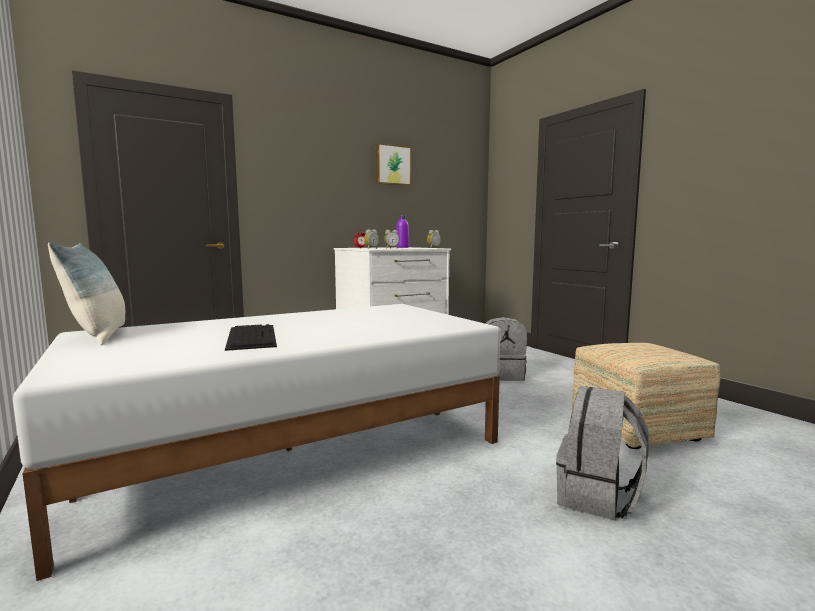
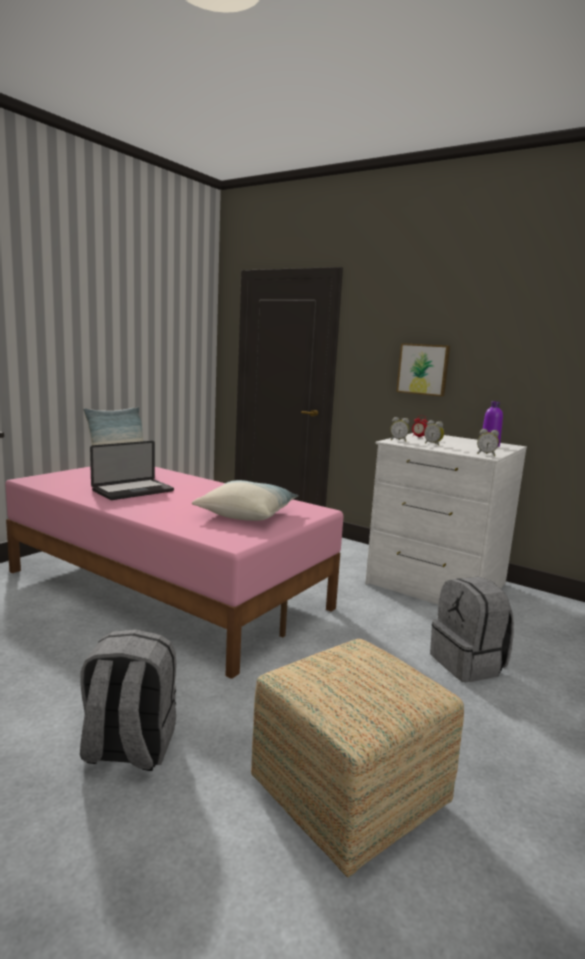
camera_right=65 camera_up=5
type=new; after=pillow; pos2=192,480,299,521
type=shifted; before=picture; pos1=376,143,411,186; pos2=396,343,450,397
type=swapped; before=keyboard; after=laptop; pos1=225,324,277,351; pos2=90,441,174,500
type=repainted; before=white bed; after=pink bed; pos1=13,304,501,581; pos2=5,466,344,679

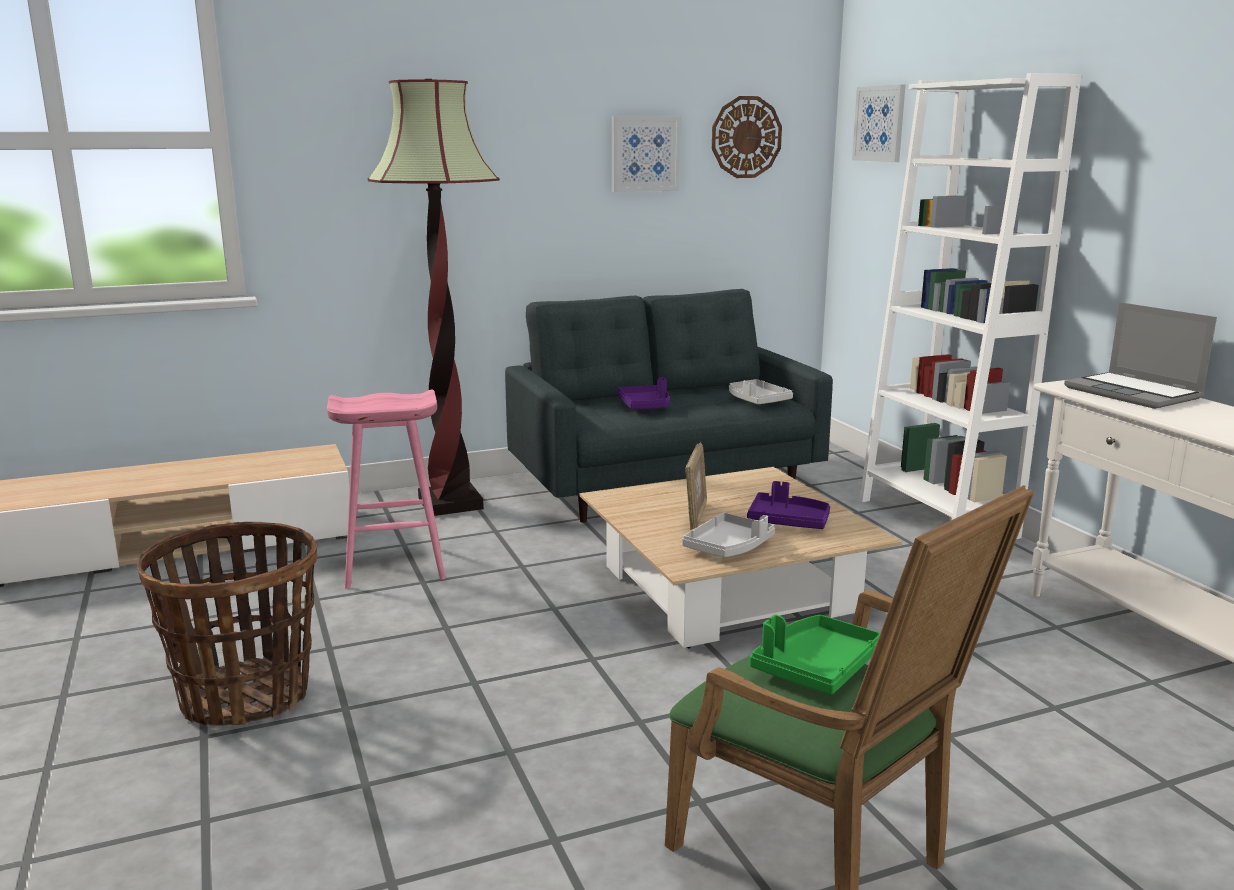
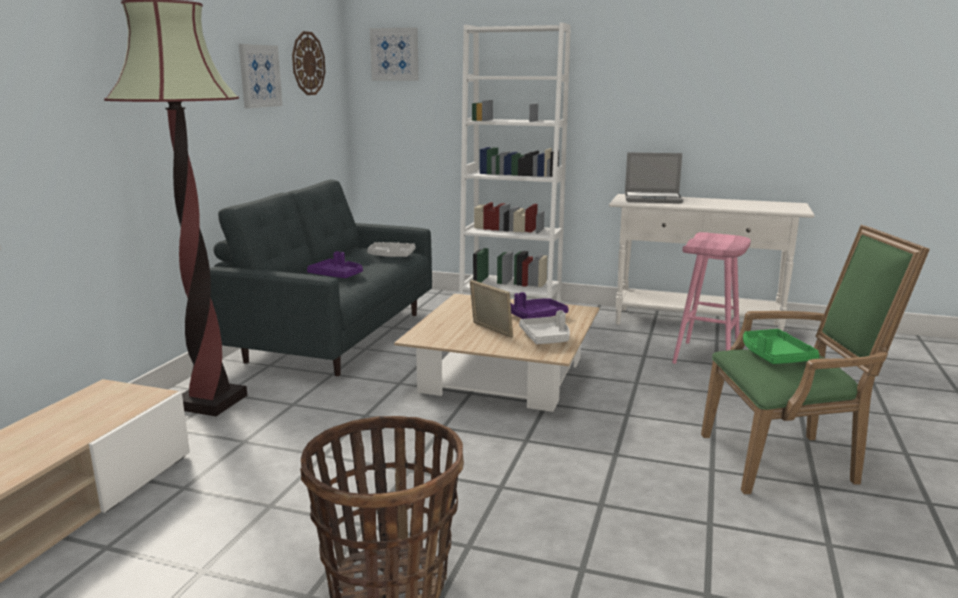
camera_right=-50 camera_up=0
type=shifted; before=pink stool; pos1=327,390,445,589; pos2=672,232,751,364

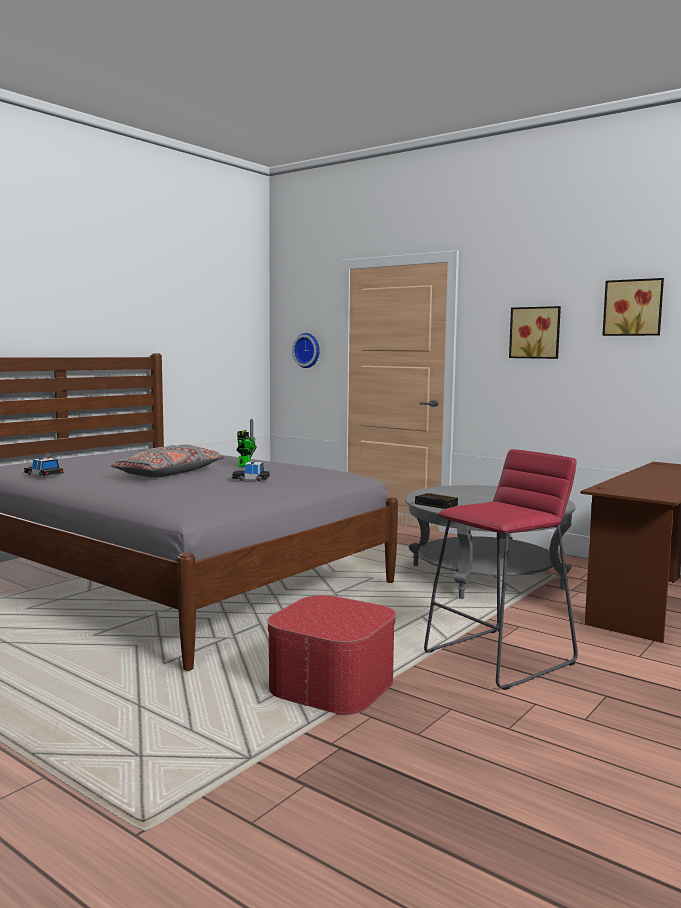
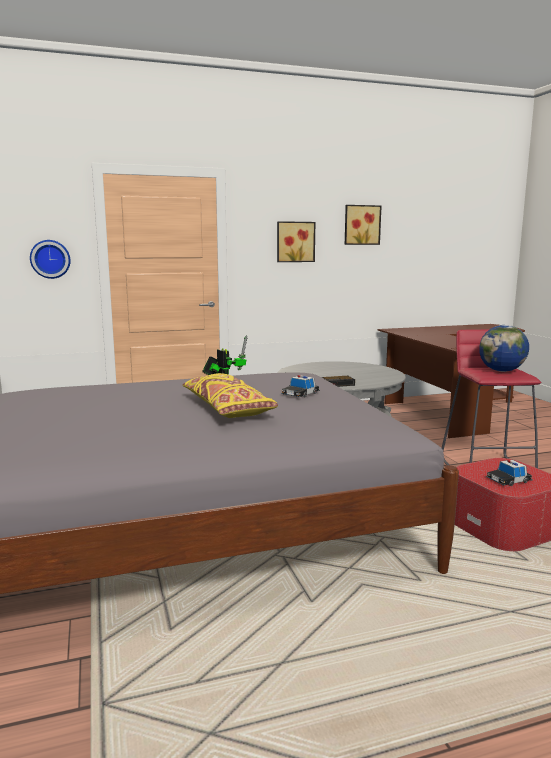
camera_right=-55 camera_up=5
type=new; after=globe; pos2=479,325,529,372
type=shifted; before=toy car; pos1=23,457,64,477; pos2=486,460,533,486
type=repainted; before=grey pillow; after=yellow pillow; pos1=111,445,225,477; pos2=183,373,278,418

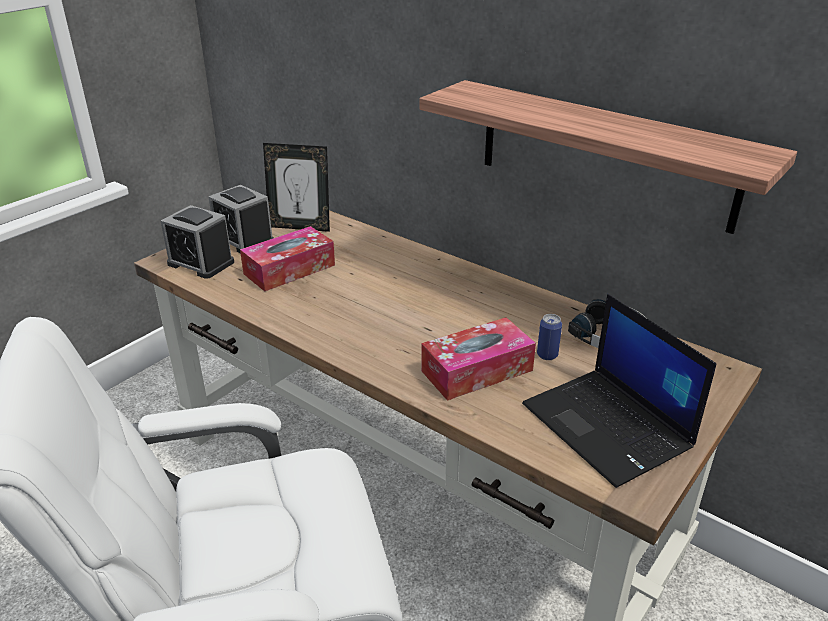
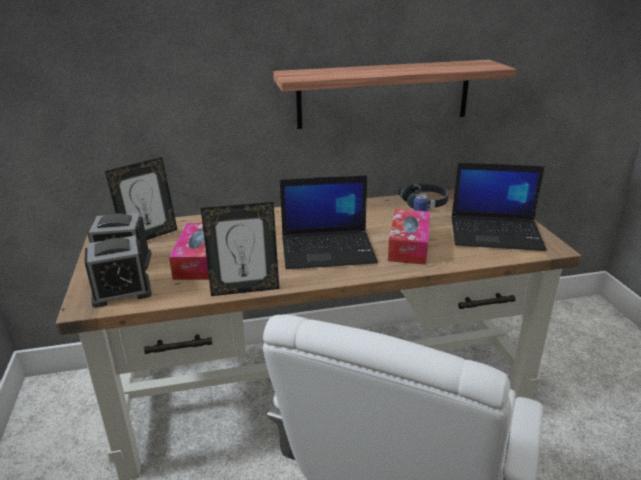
camera_right=-50 camera_up=-5
type=new; after=picture frame; pos2=201,202,279,296
type=new; after=laptop; pos2=280,175,378,269

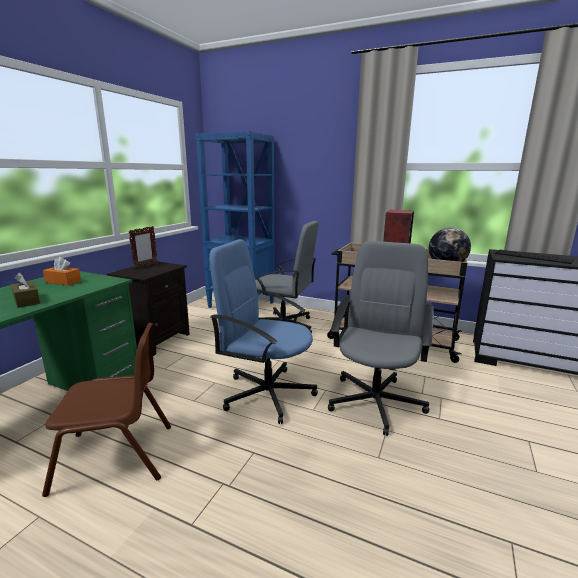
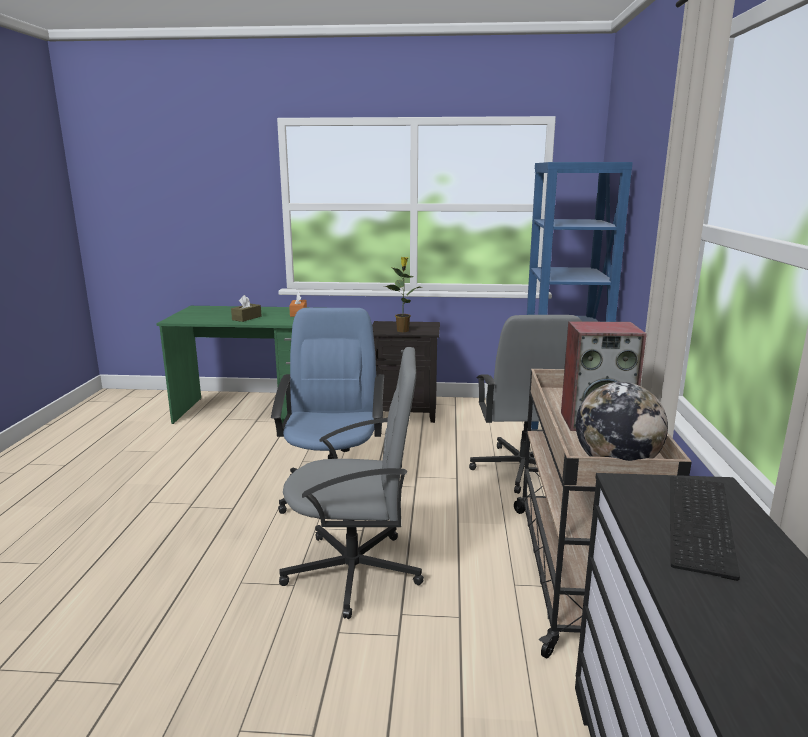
camera_right=70 camera_up=0
type=gone; before=brown chair; pos1=42,323,171,497
type=gone; before=picture frame; pos1=129,226,157,269
type=new; after=potted plant; pos2=384,257,421,332

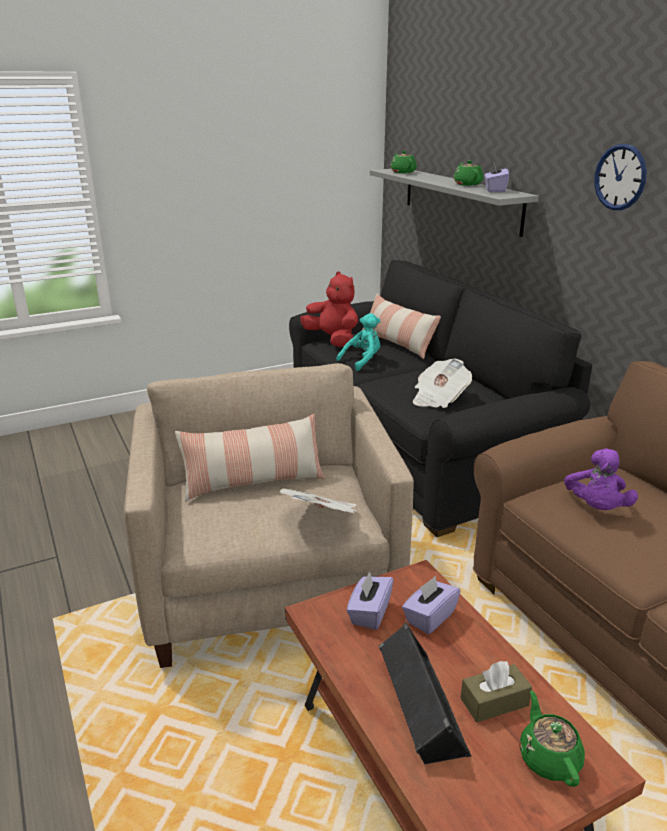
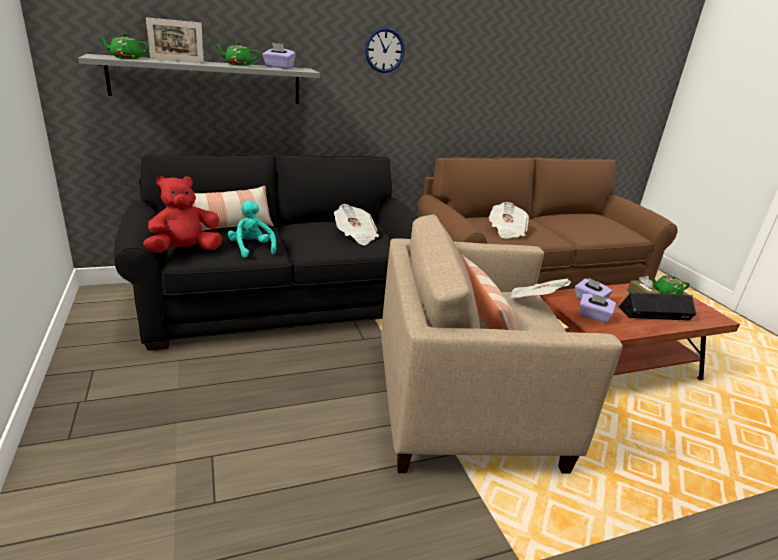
camera_right=-85 camera_up=0
type=new; after=picture frame; pos2=146,17,204,63
type=swapped; before=purple plush toy; after=newspaper; pos1=564,448,638,510; pos2=489,202,529,239

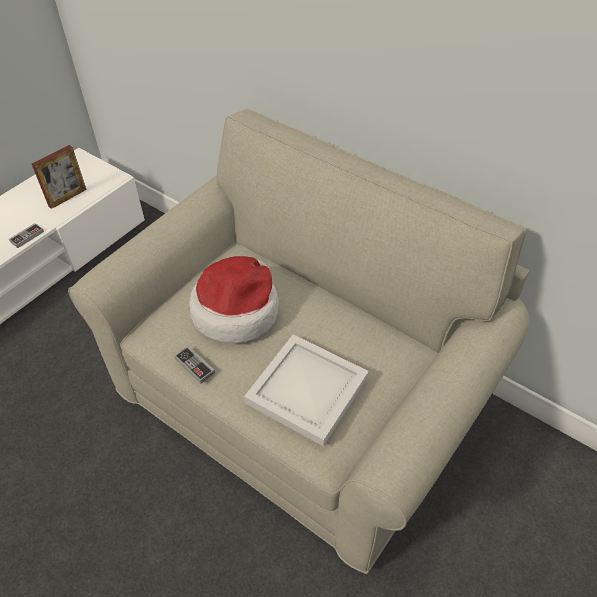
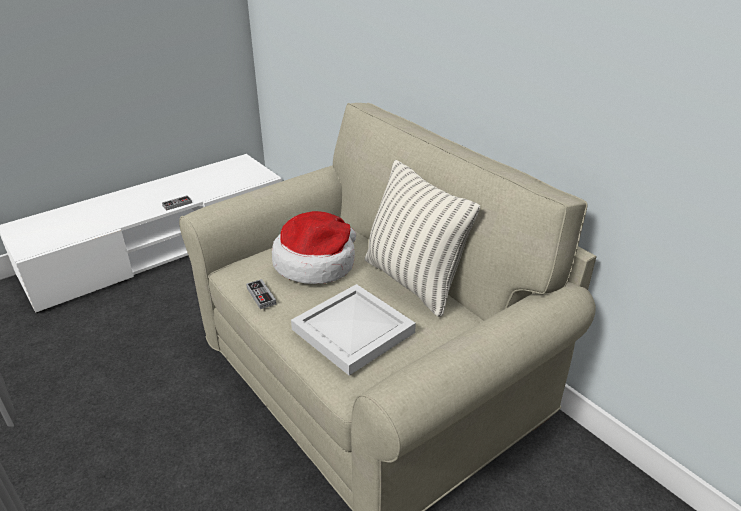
camera_right=15 camera_up=-15
type=gone; before=picture frame; pos1=32,145,87,209
type=new; after=pillow; pos2=365,160,480,317

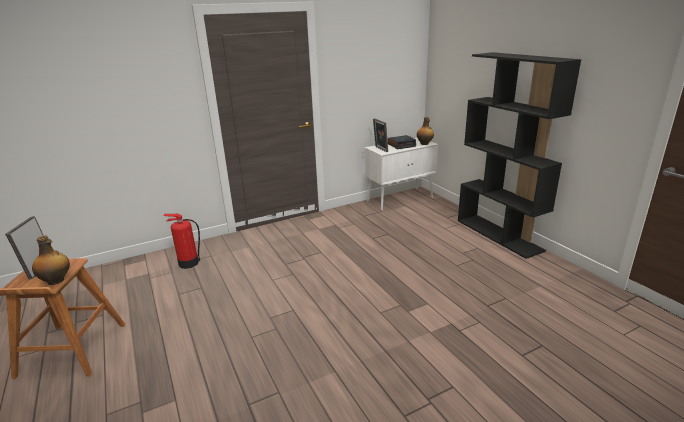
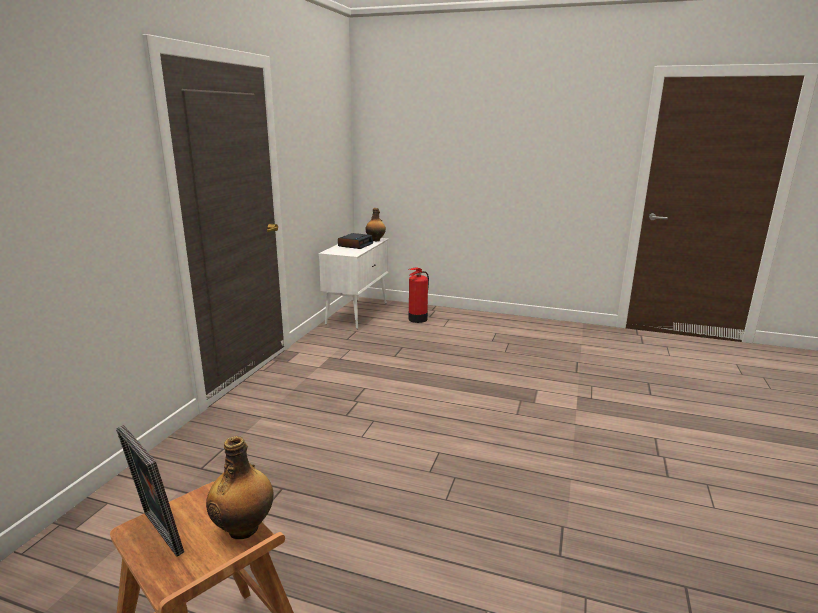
camera_right=-45 camera_up=-5
type=gone; before=picture frame; pos1=373,118,388,152
type=gone; before=black bookcase; pos1=458,52,581,259
type=shifted; before=fire extinguisher; pos1=163,214,200,269; pos2=408,267,429,323

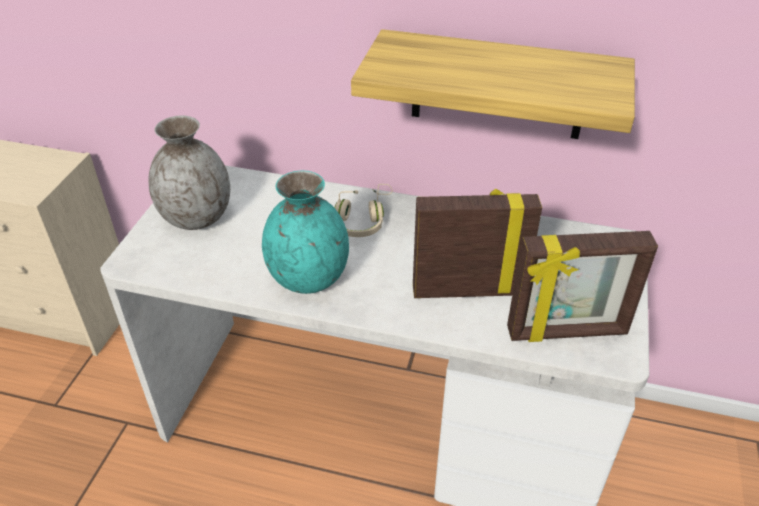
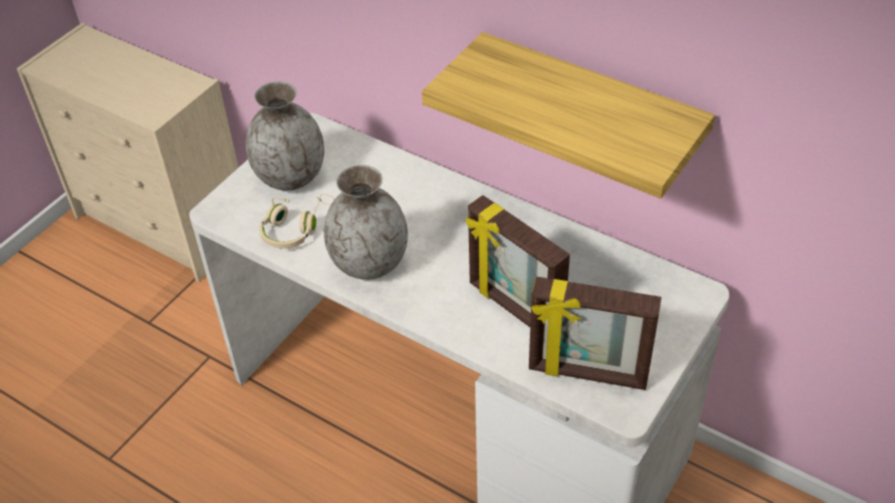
camera_right=20 camera_up=5
type=shifted; before=beige headphones; pos1=335,184,393,237; pos2=259,194,335,249
type=repainted; before=turquoise vase; after=grey vase; pos1=262,171,349,294; pos2=324,165,408,280
type=rotated; before=picture frame; pos1=413,189,542,298; pos2=466,195,570,327; turn=-150

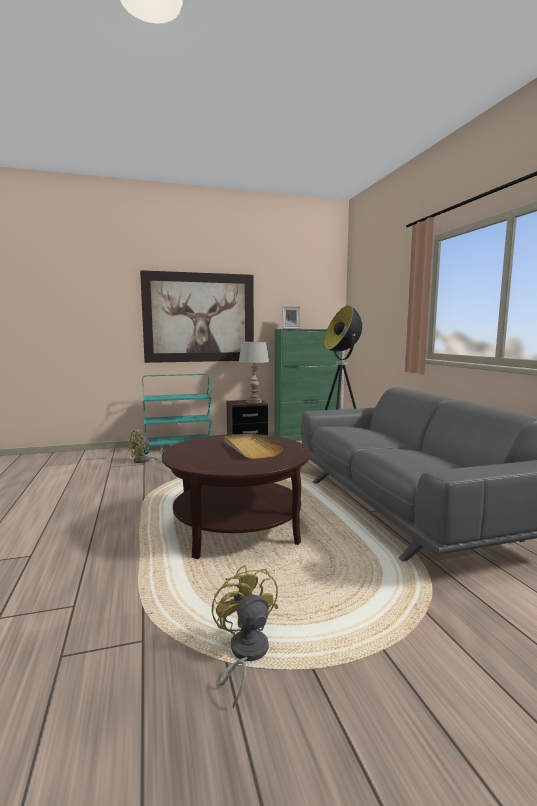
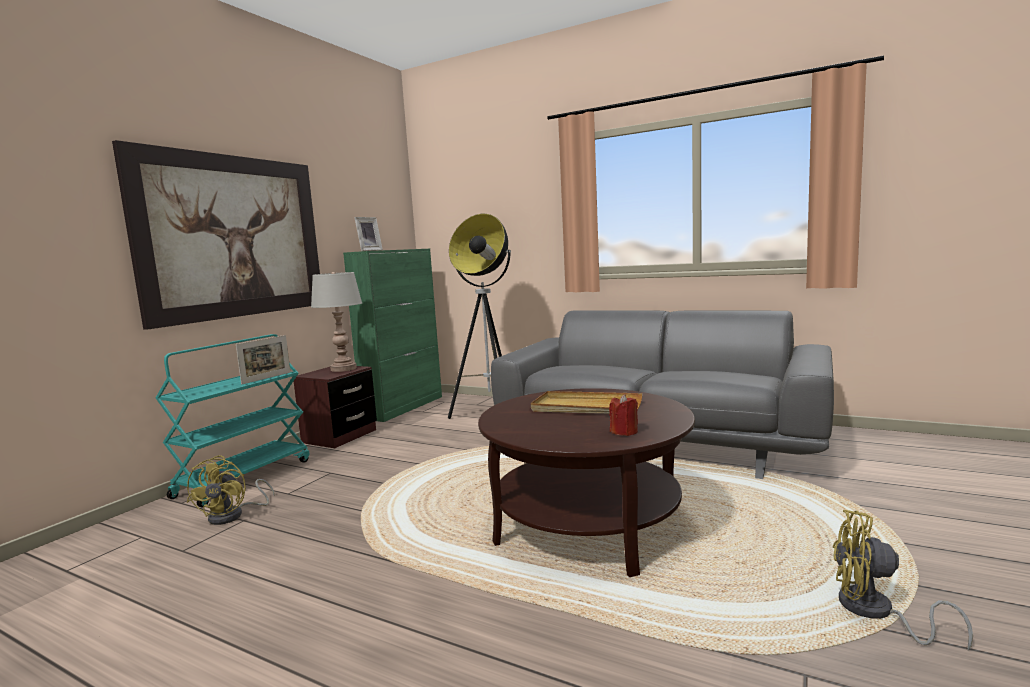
camera_right=-45 camera_up=0
type=new; after=picture frame; pos2=236,335,290,385
type=new; after=red candle; pos2=609,394,638,436

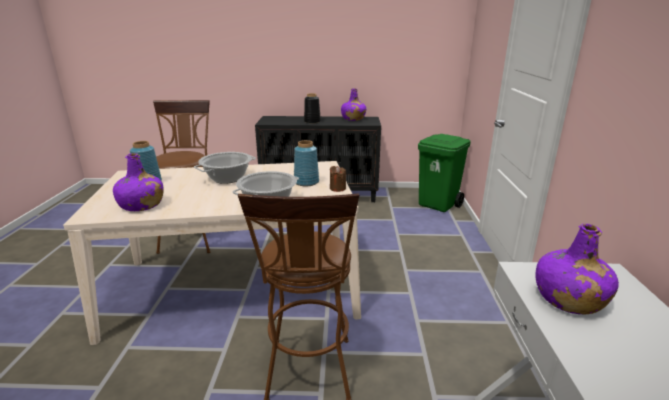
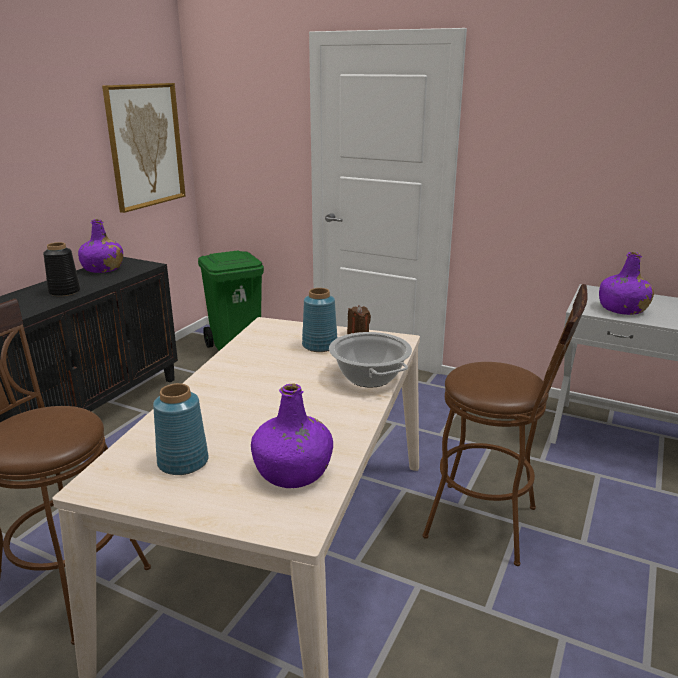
camera_right=-65 camera_up=0
type=gone; before=cooking pot; pos1=194,152,256,184
type=new; after=picture; pos2=102,83,186,213

